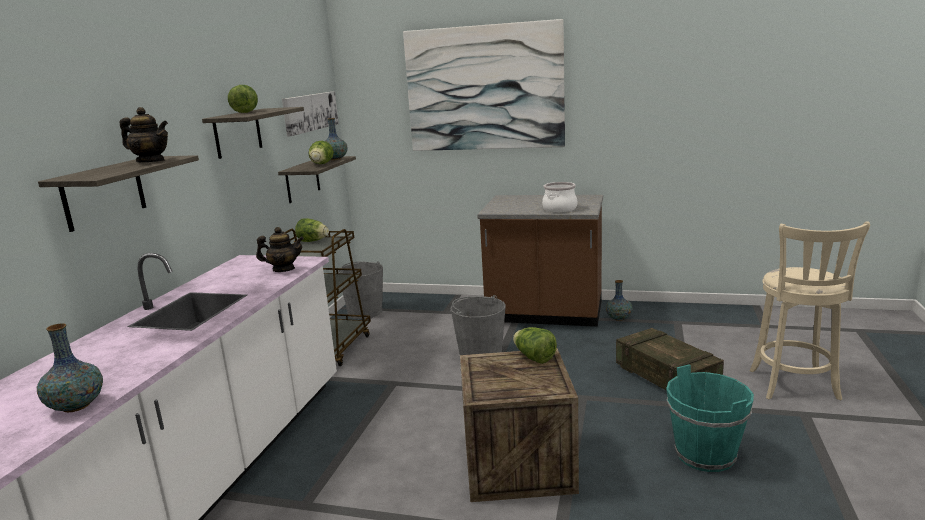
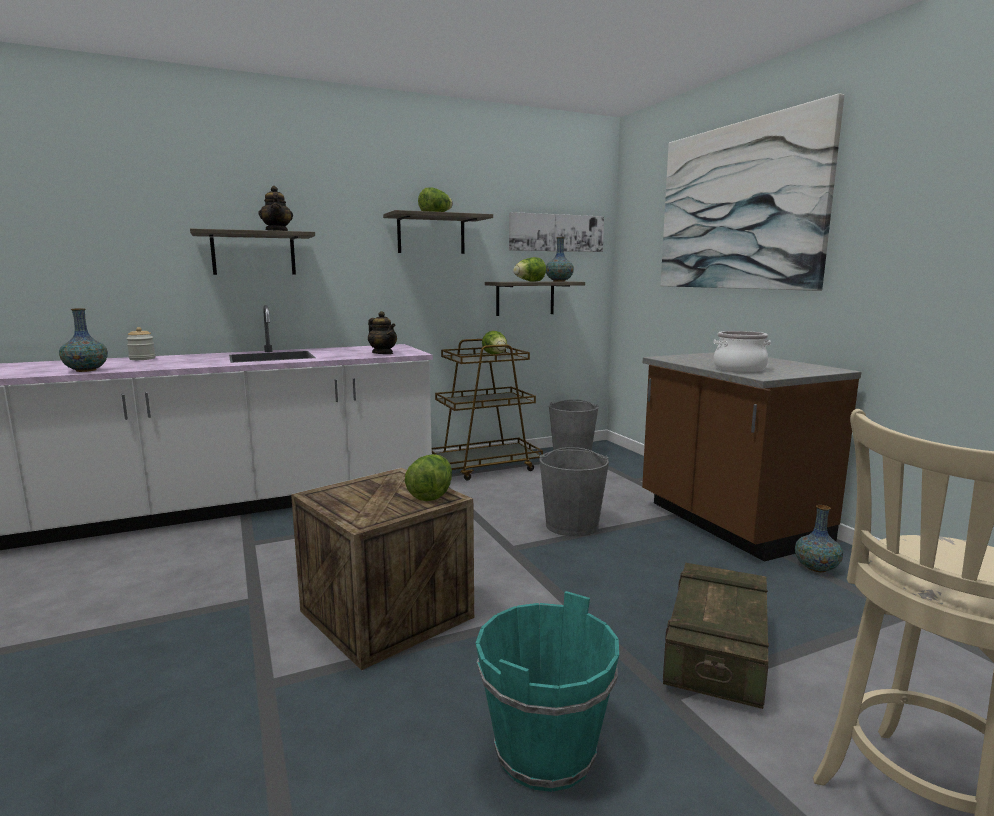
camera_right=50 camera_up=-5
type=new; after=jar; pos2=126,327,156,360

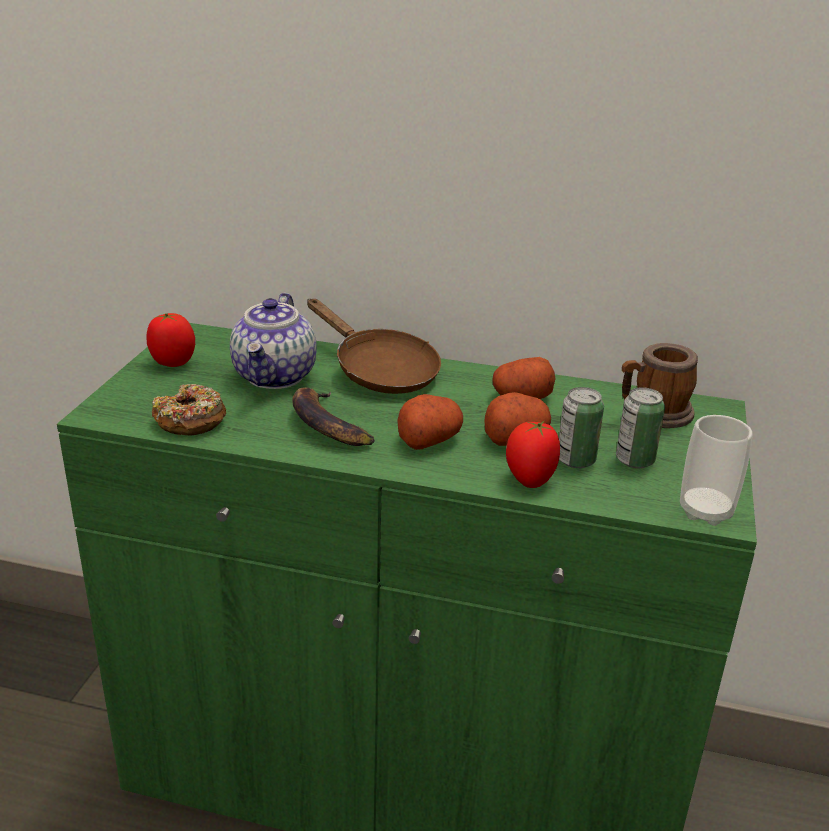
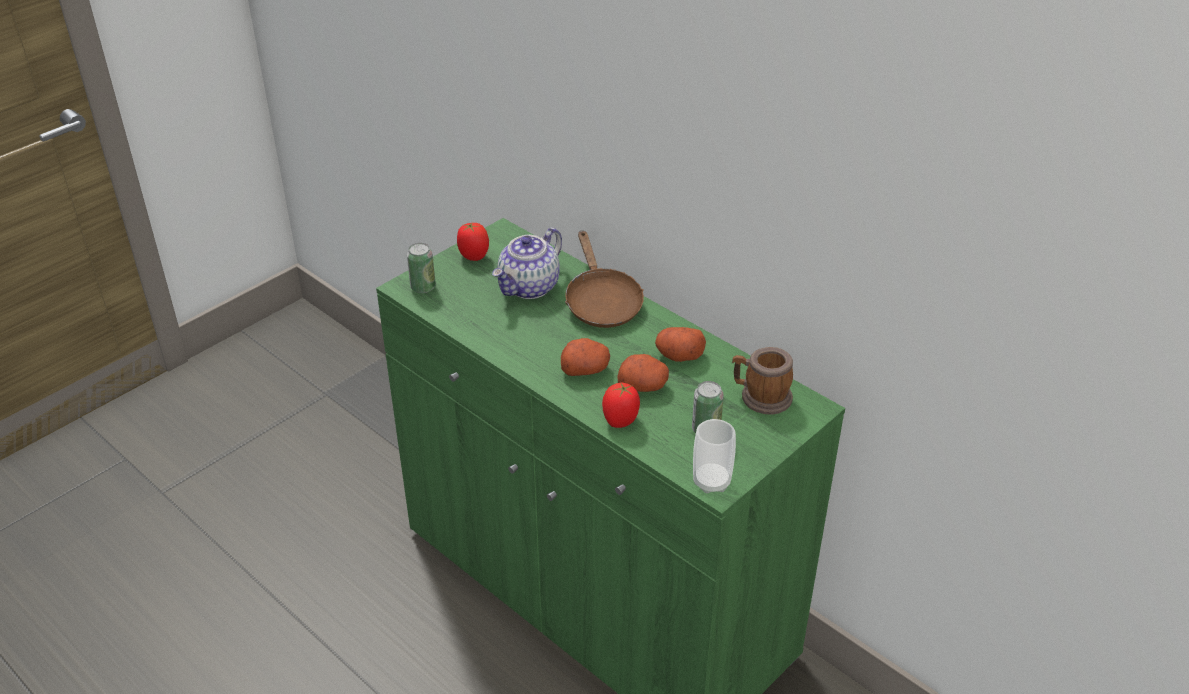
camera_right=30 camera_up=10
type=gone; before=donut; pos1=152,384,226,436
type=gone; before=banana; pos1=292,387,375,446
type=shifted; before=can; pos1=559,387,604,468; pos2=407,243,436,293

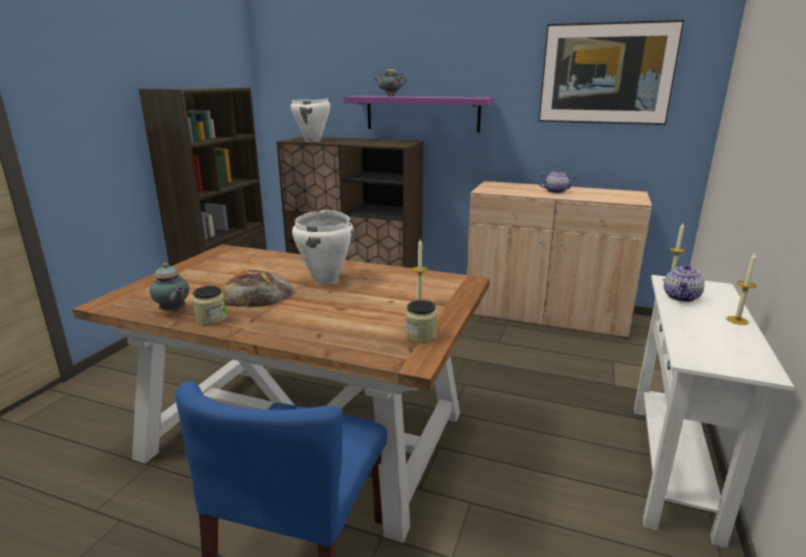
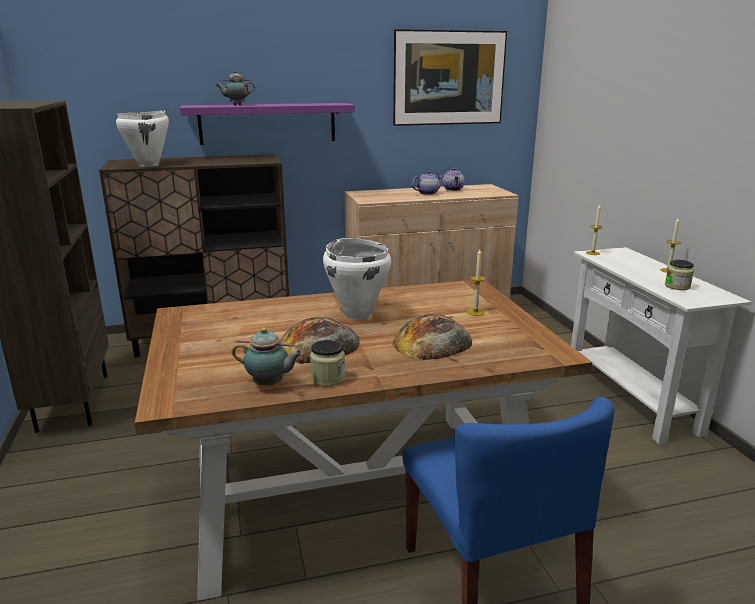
camera_right=-35 camera_up=0
type=new; after=bread; pos2=392,314,472,360
type=shifted; before=jar; pos1=405,300,437,343; pos2=665,260,694,290
type=shifted; before=teapot; pos1=664,264,705,302; pos2=442,168,465,191

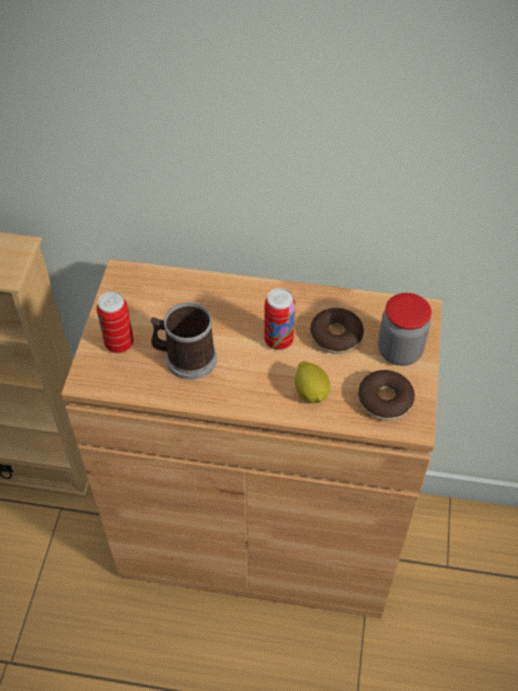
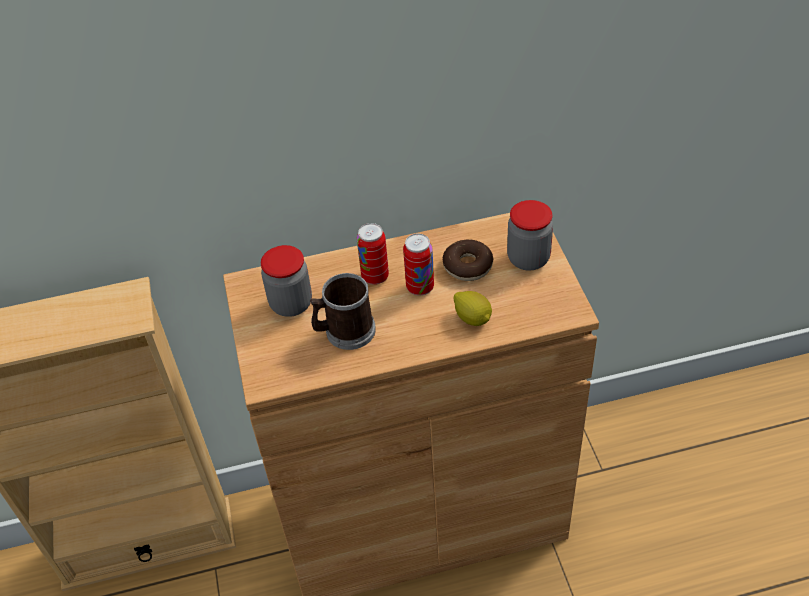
camera_right=-20 camera_up=-5
type=gone; before=donut; pos1=358,370,415,421
type=new; after=jar; pos2=261,245,312,317
type=shifted; before=can; pos1=97,291,134,353; pos2=357,223,389,285

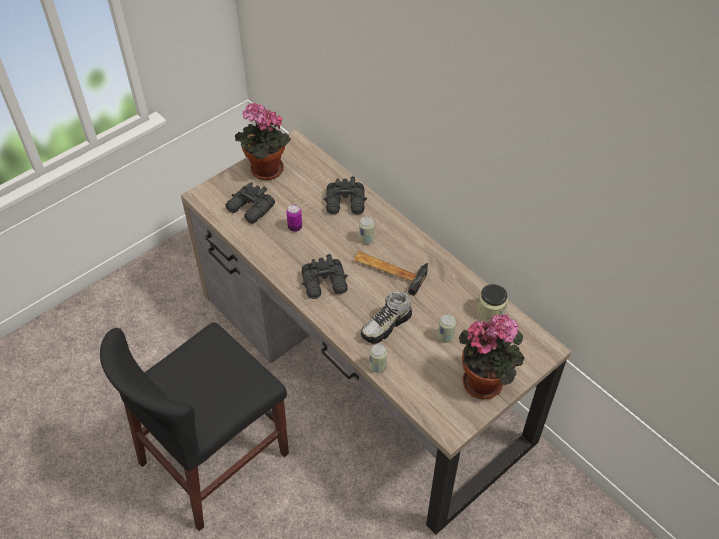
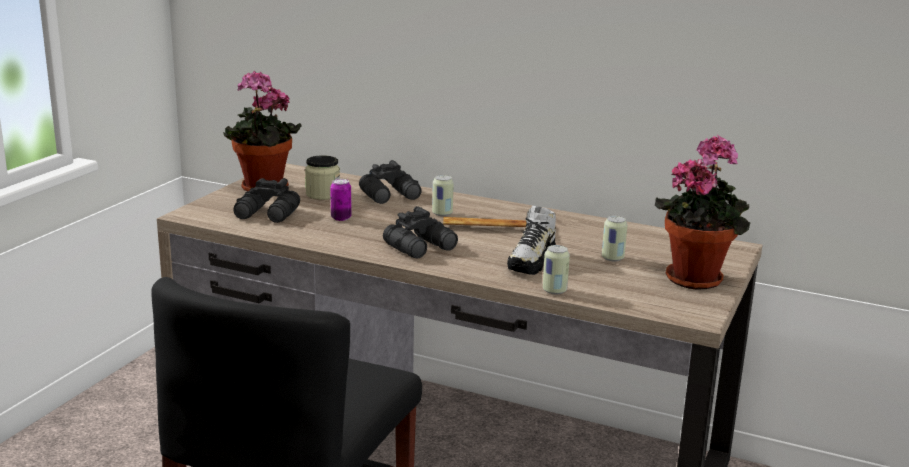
camera_right=-25 camera_up=-30
type=shifted; before=jar; pos1=477,284,508,322; pos2=305,155,340,200

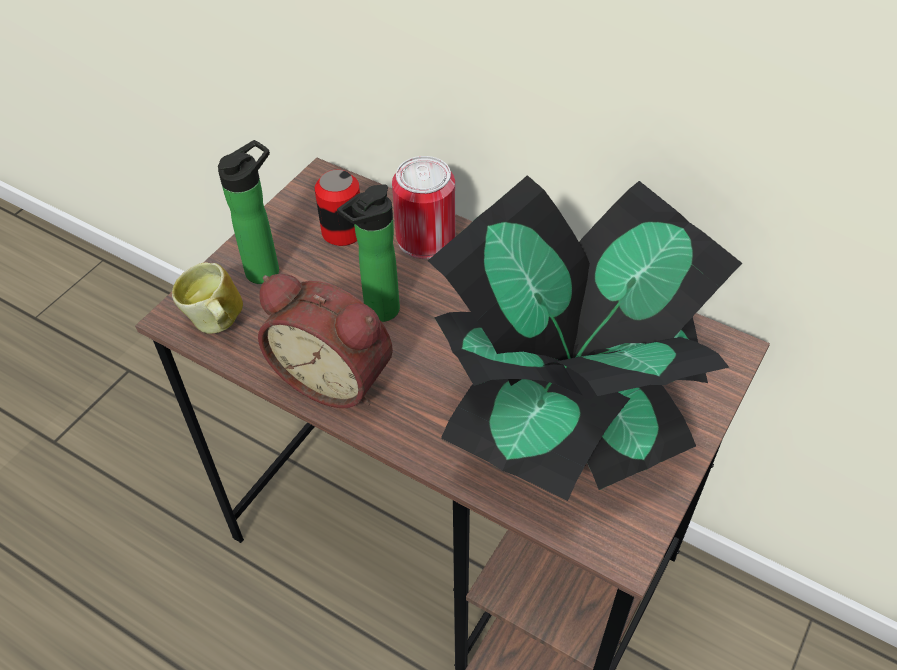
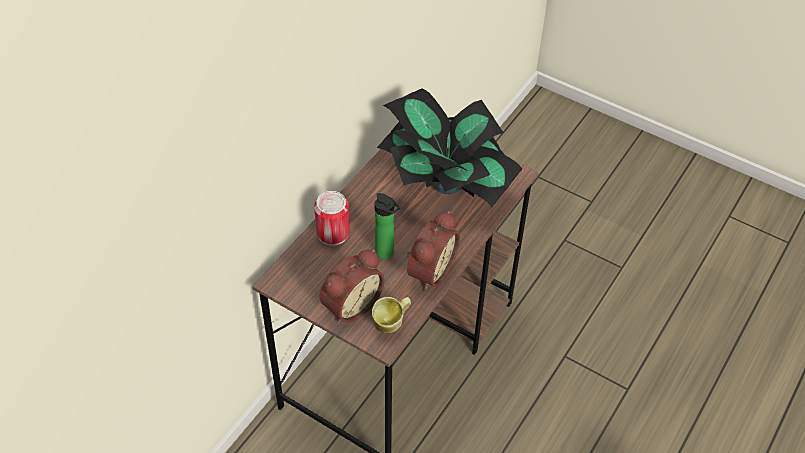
camera_right=-90 camera_up=0
type=gone; before=can; pos1=315,170,360,246
type=swapped; before=bottle; after=alarm clock; pos1=218,140,279,284; pos2=320,249,385,324

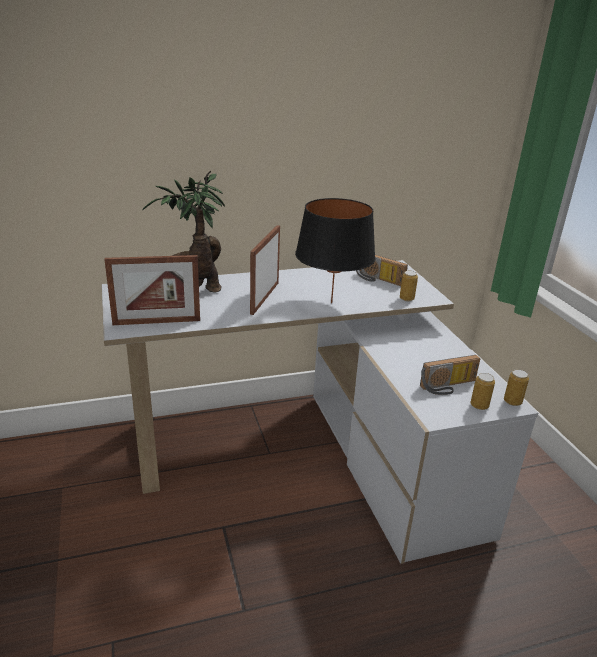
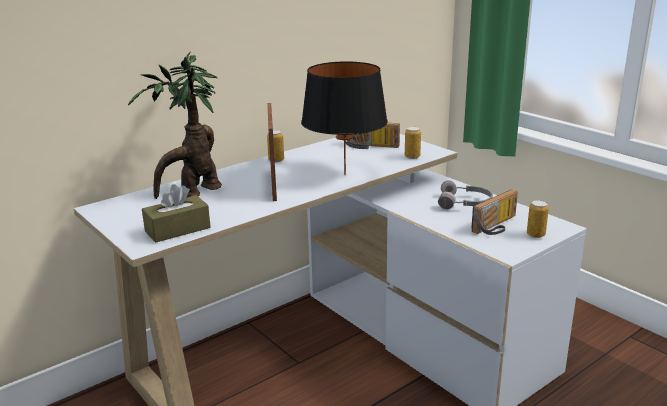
camera_right=-20 camera_up=-5
type=new; after=grey headphones; pos2=438,180,493,209
type=shifted; before=can; pos1=504,369,529,406; pos2=267,130,284,162
type=swapped; before=picture frame; after=brown tissue box; pos1=104,255,200,325; pos2=142,184,211,243

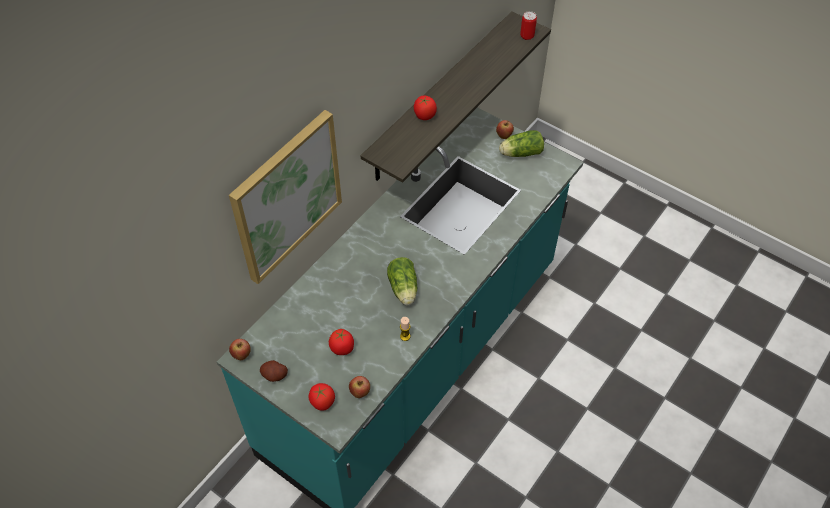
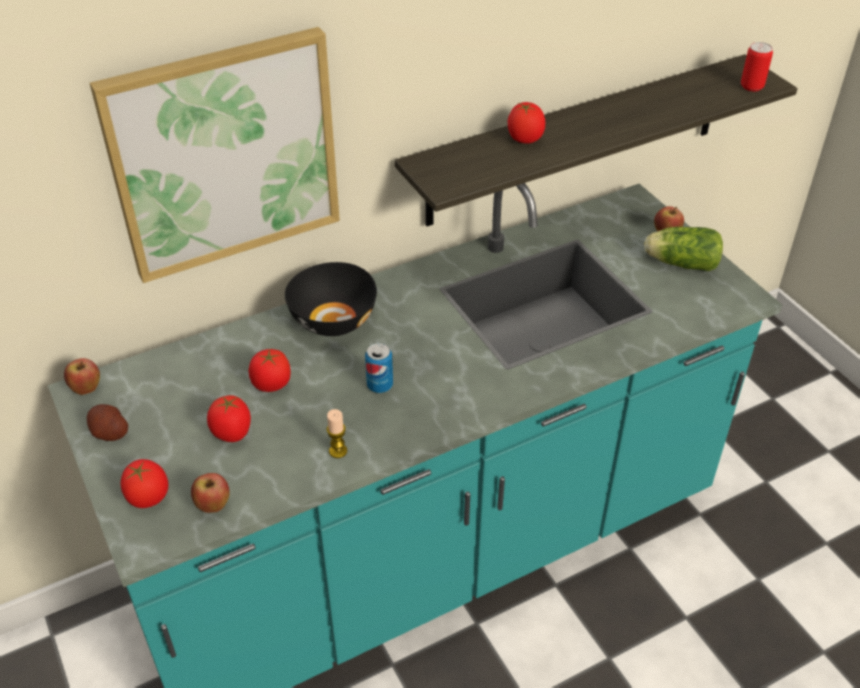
camera_right=25 camera_up=-10
type=new; after=tomato; pos2=248,349,291,392
type=new; after=black bowl; pos2=285,262,377,336
type=swapped; before=lettuce; after=can; pos1=387,257,417,305; pos2=365,343,393,393

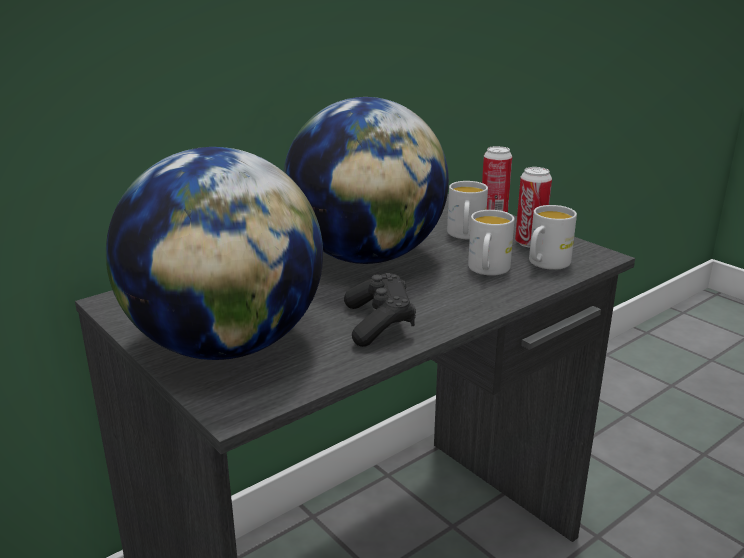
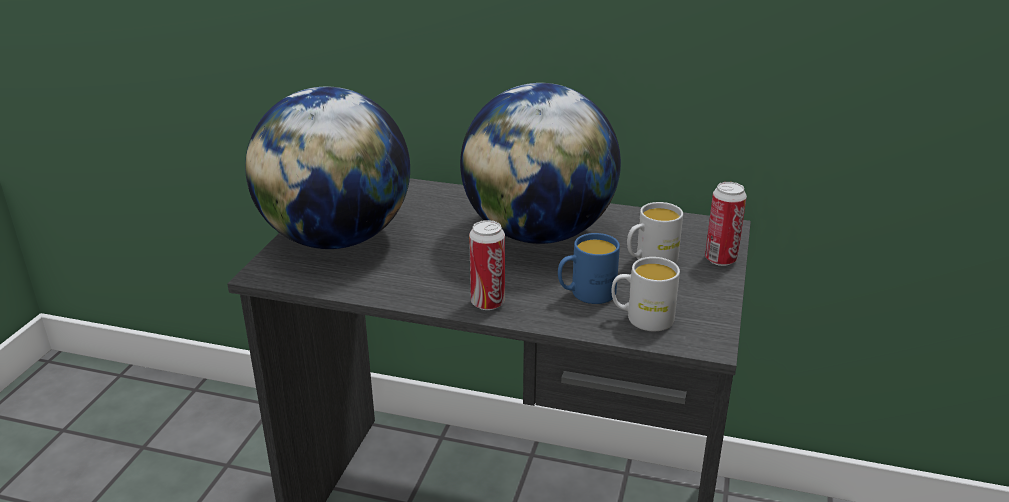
camera_right=55 camera_up=5
type=gone; before=black game controller; pos1=344,273,416,347
type=shifted; before=can; pos1=515,167,552,247; pos2=469,220,505,310
type=repainted; before=white mug; after=blue mug; pos1=468,210,514,276; pos2=558,233,620,304

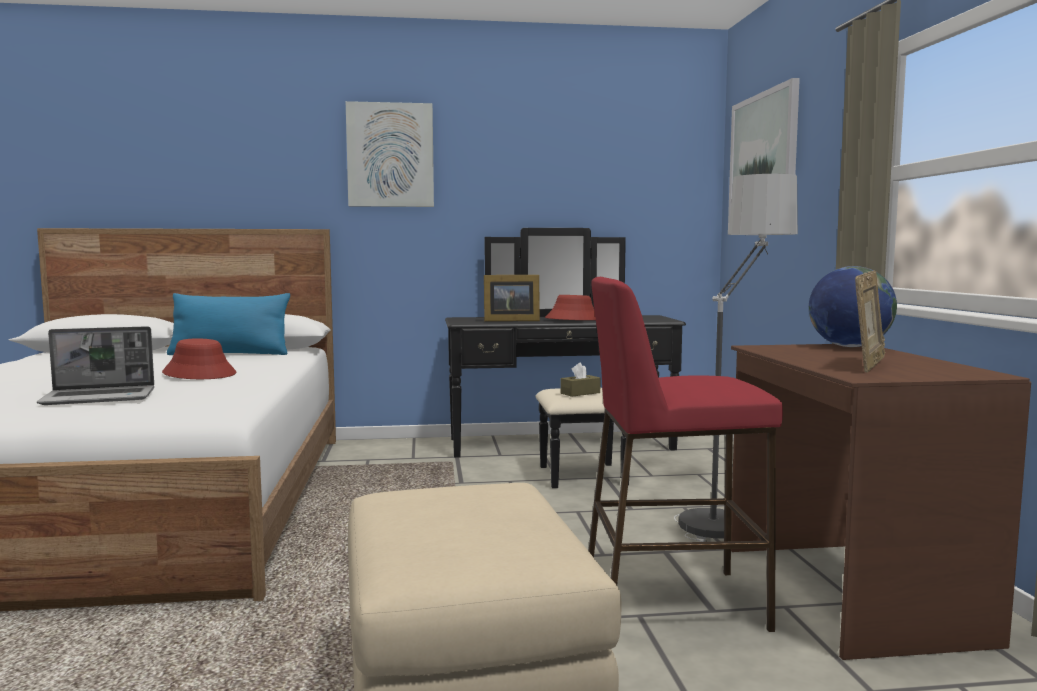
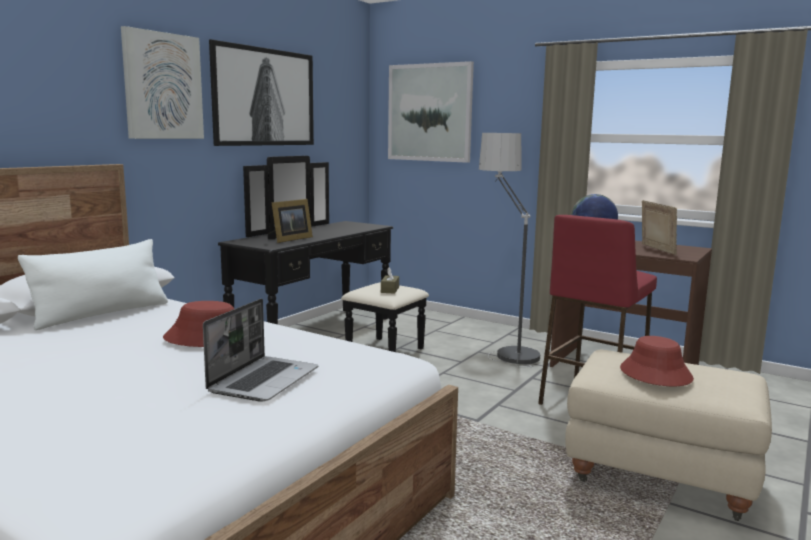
camera_right=-50 camera_up=5
type=new; after=picture; pos2=209,39,314,146
type=shifted; before=red hat; pos1=545,295,596,320; pos2=620,336,694,386
type=repainted; before=blue pillow; after=white pillow; pos1=167,293,290,355; pos2=18,239,168,330

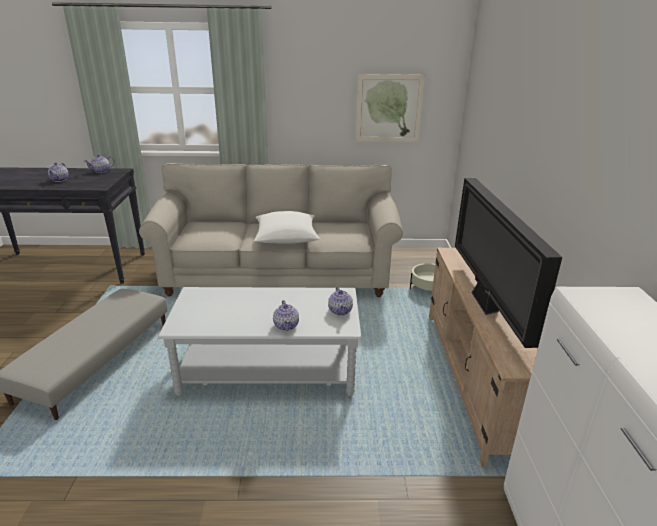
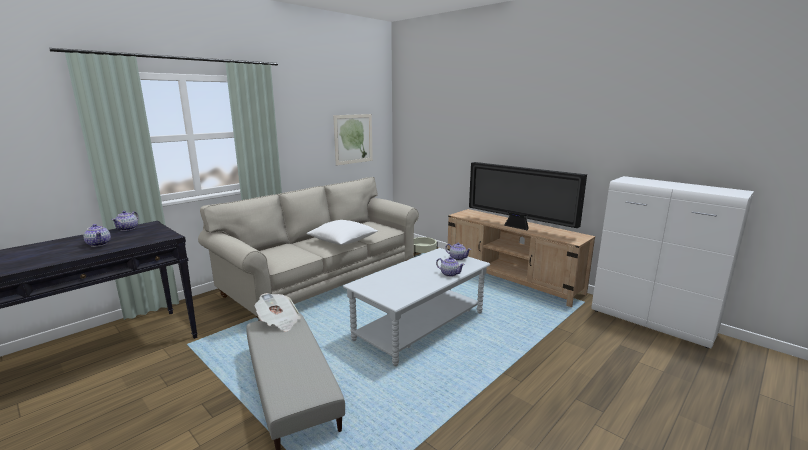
camera_right=-45 camera_up=-10
type=new; after=newspaper; pos2=255,293,301,331

